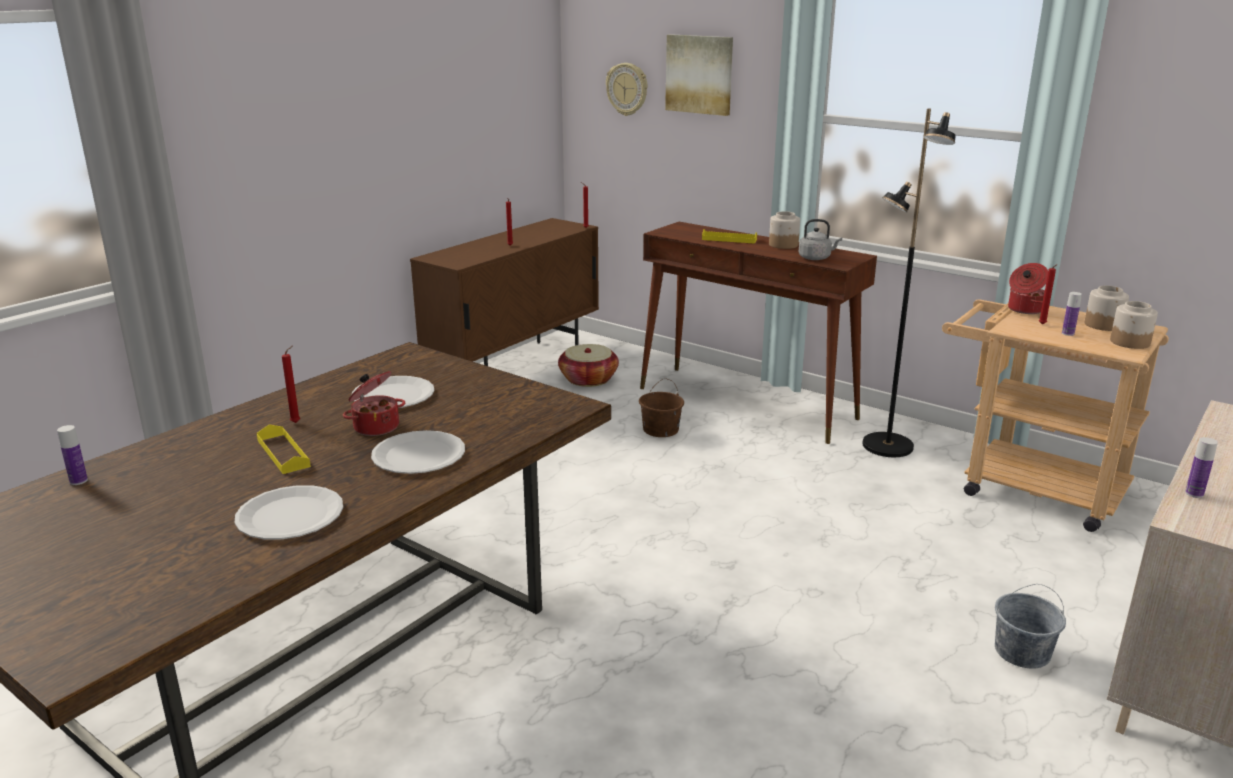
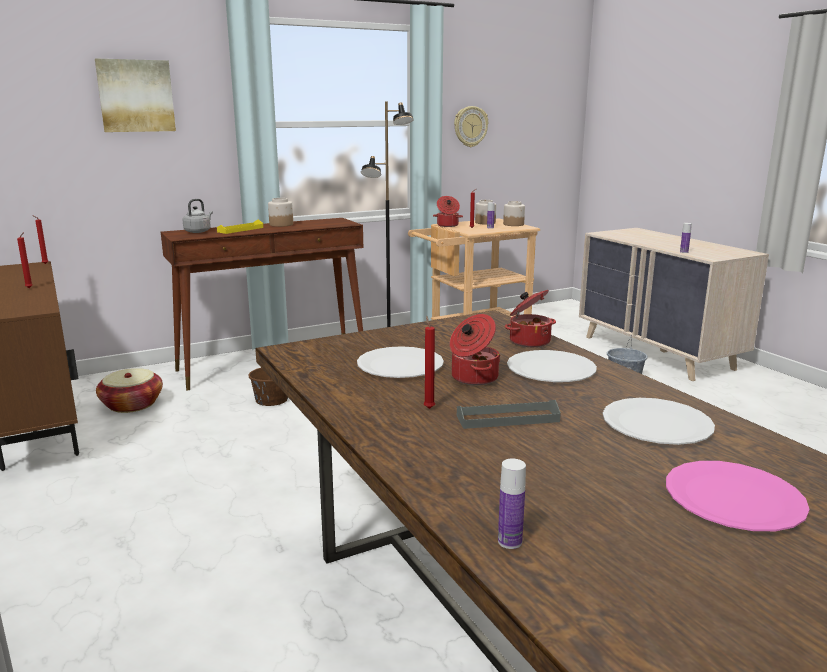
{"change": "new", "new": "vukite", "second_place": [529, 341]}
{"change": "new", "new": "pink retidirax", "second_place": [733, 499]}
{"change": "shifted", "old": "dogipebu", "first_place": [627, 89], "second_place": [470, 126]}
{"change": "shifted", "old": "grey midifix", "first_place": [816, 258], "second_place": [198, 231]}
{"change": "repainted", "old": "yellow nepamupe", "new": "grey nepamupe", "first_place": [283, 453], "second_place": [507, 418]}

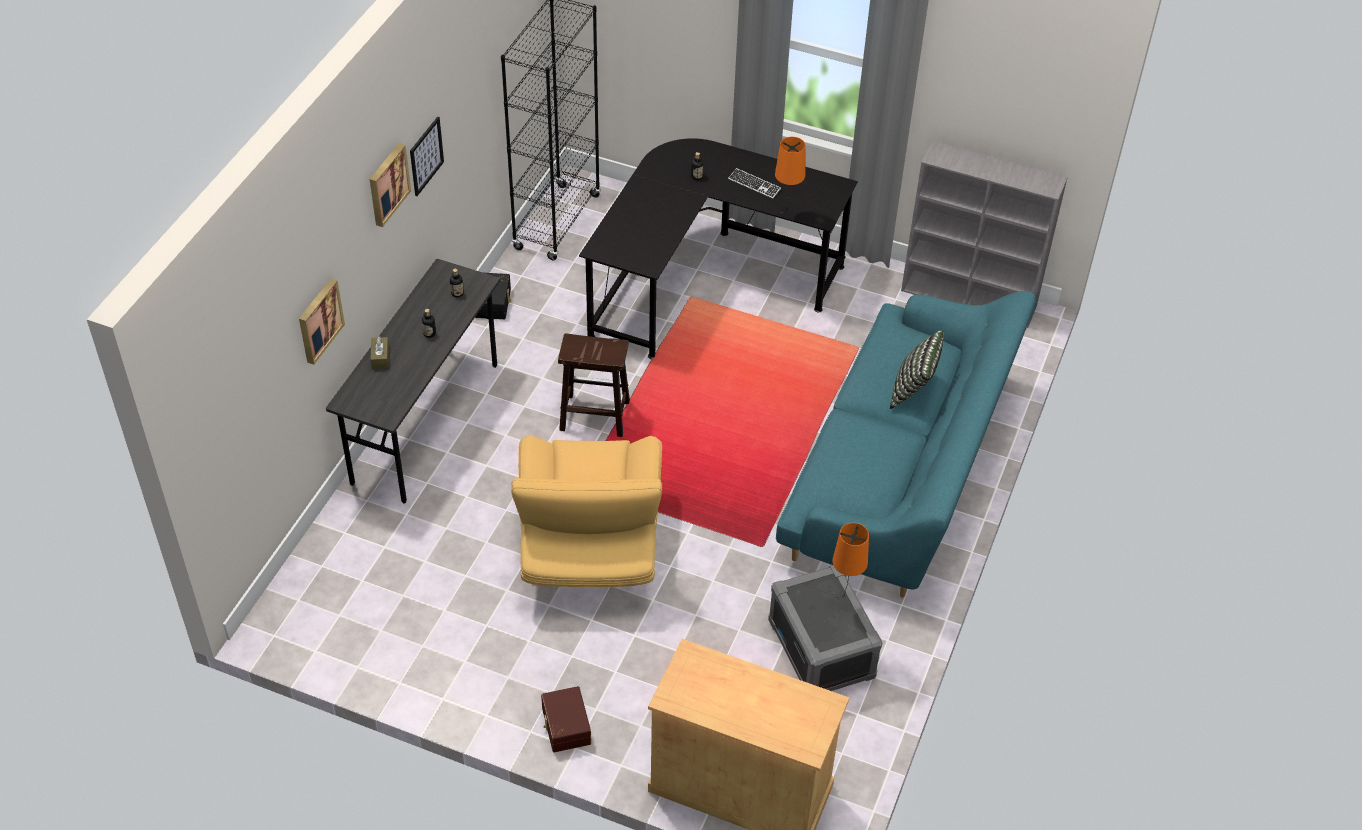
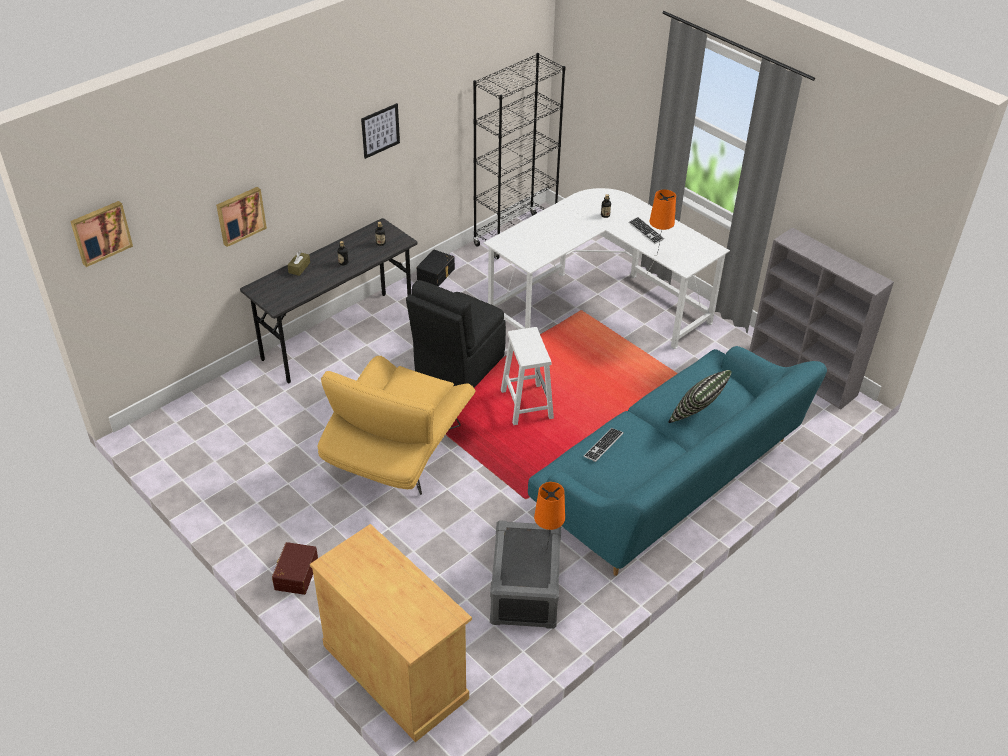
{"change": "new", "new": "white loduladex", "second_place": [526, 404]}
{"change": "new", "new": "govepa", "second_place": [603, 445]}
{"change": "shifted", "old": "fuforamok", "first_place": [387, 184], "second_place": [100, 232]}
{"change": "swapped", "old": "brown loduladex", "new": "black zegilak", "first_place": [593, 415], "second_place": [458, 368]}
{"change": "repainted", "old": "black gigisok", "new": "white gigisok", "first_place": [705, 281], "second_place": [598, 303]}

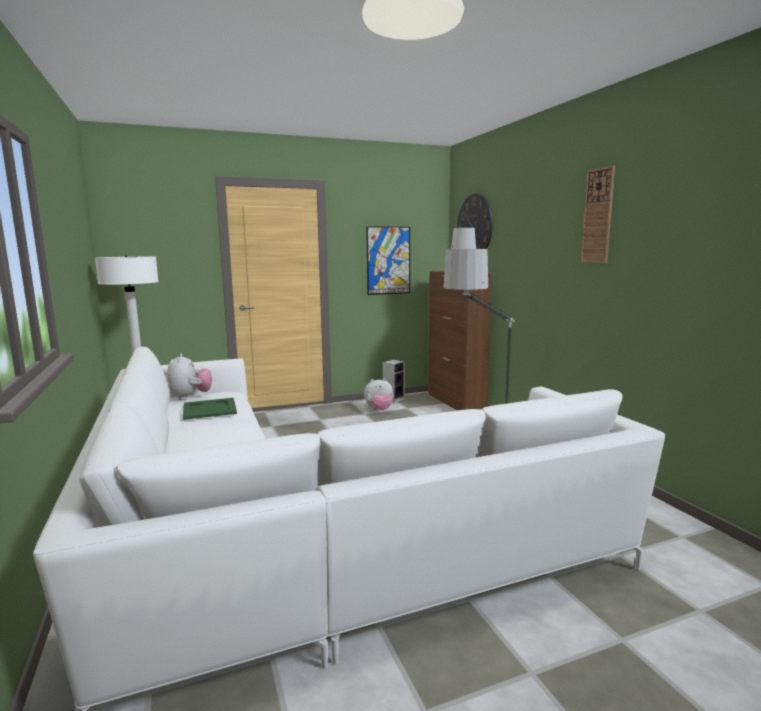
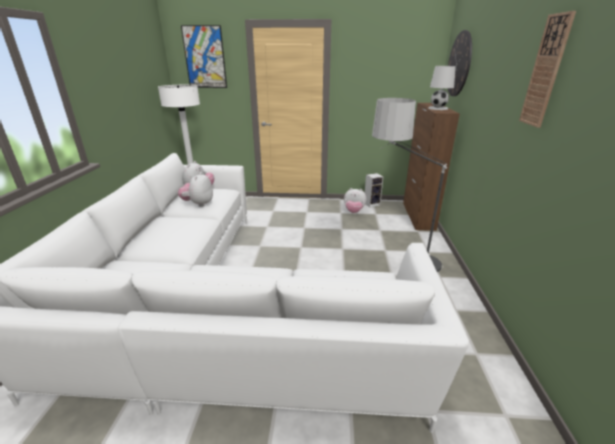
{"change": "shifted", "old": "fuforamok", "first_place": [388, 260], "second_place": [204, 57]}
{"change": "swapped", "old": "green nepamupe", "new": "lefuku", "first_place": [210, 409], "second_place": [198, 204]}

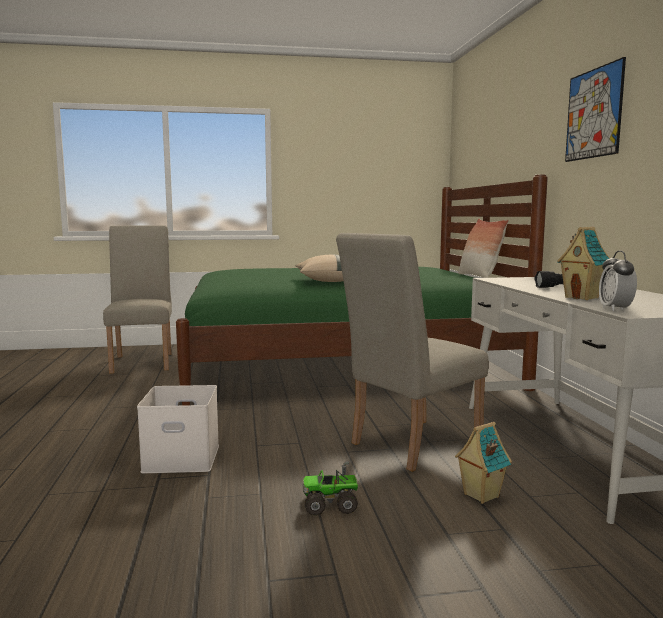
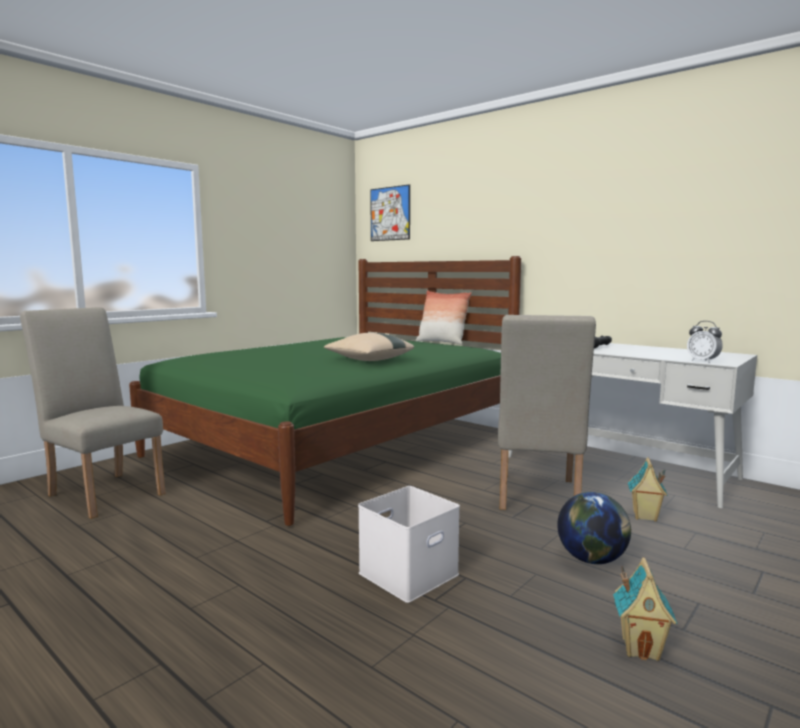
{"change": "shifted", "old": "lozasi", "first_place": [582, 297], "second_place": [641, 648]}
{"change": "shifted", "old": "fuforamok", "first_place": [594, 113], "second_place": [390, 213]}
{"change": "swapped", "old": "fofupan", "new": "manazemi", "first_place": [330, 504], "second_place": [592, 559]}

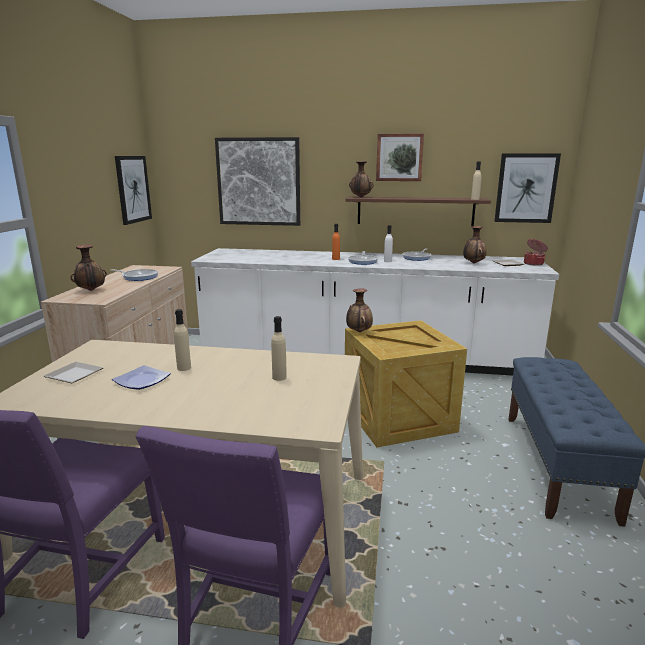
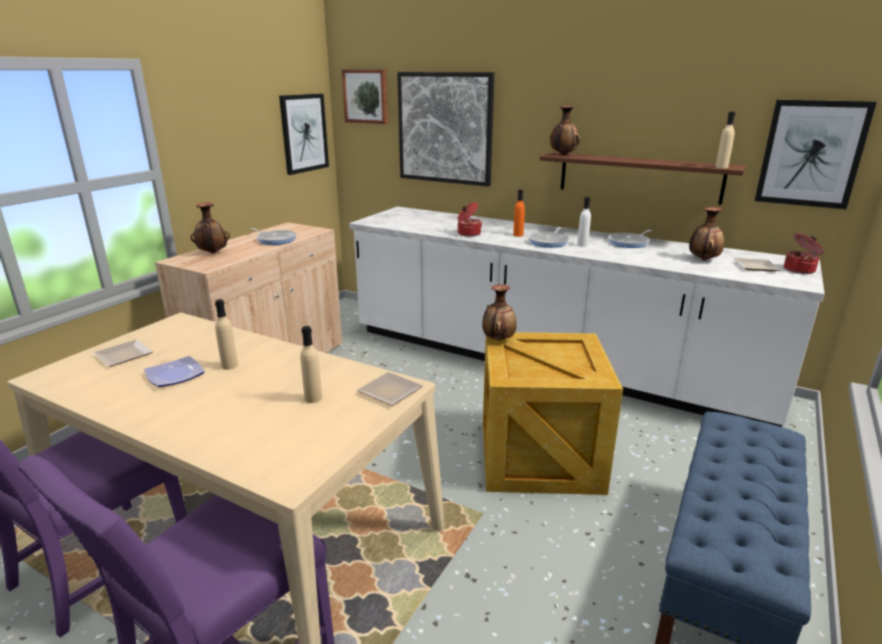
{"change": "new", "new": "retidirax", "second_place": [390, 393]}
{"change": "new", "new": "vukite", "second_place": [468, 234]}
{"change": "shifted", "old": "fuforamok", "first_place": [399, 157], "second_place": [366, 96]}

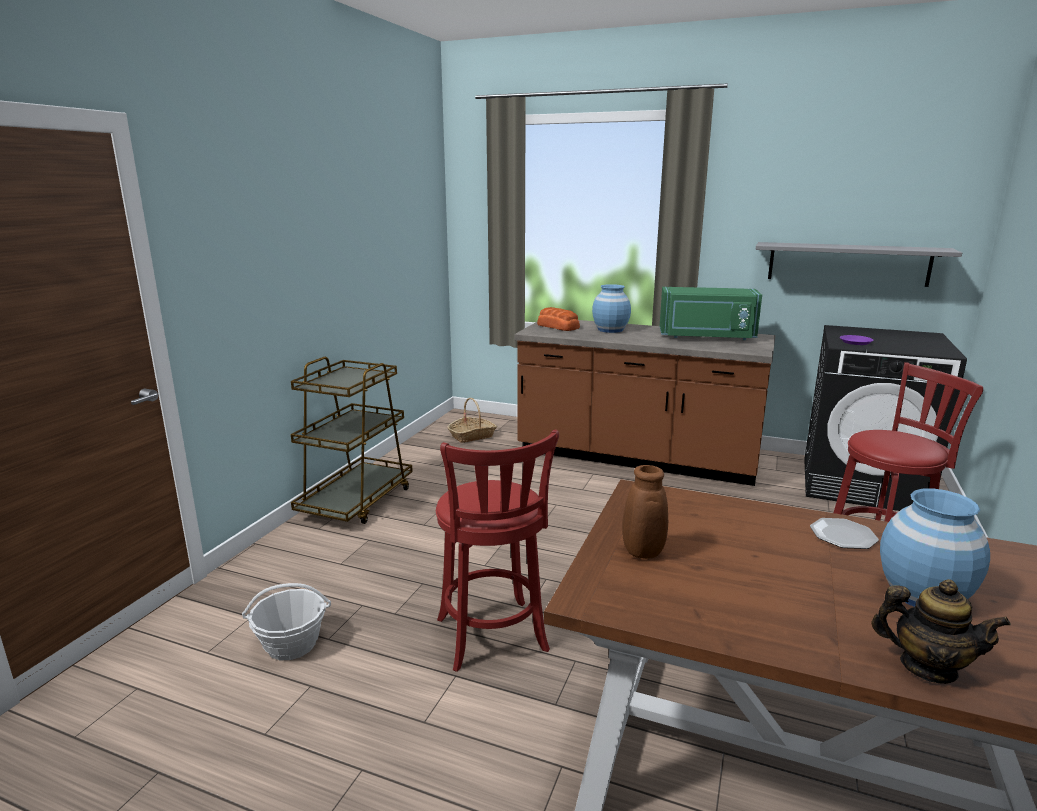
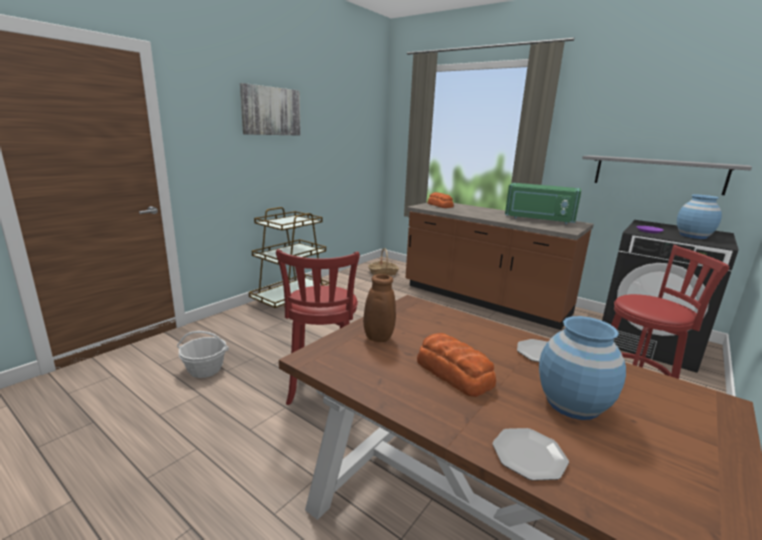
{"change": "new", "new": "fuforamok", "second_place": [271, 111]}
{"change": "new", "new": "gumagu", "second_place": [453, 372]}
{"change": "shifted", "old": "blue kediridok", "first_place": [610, 330], "second_place": [693, 236]}
{"change": "swapped", "old": "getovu", "new": "retidirax", "first_place": [927, 667], "second_place": [528, 455]}

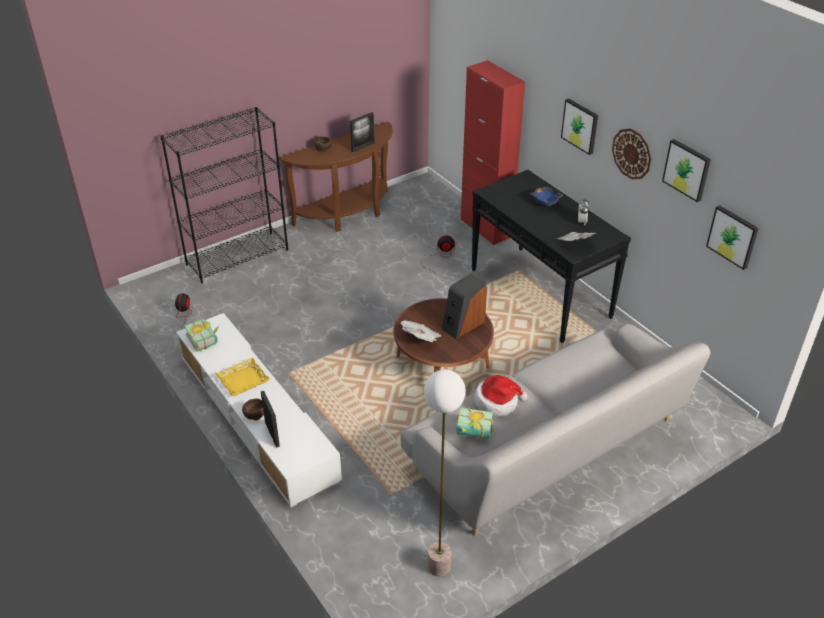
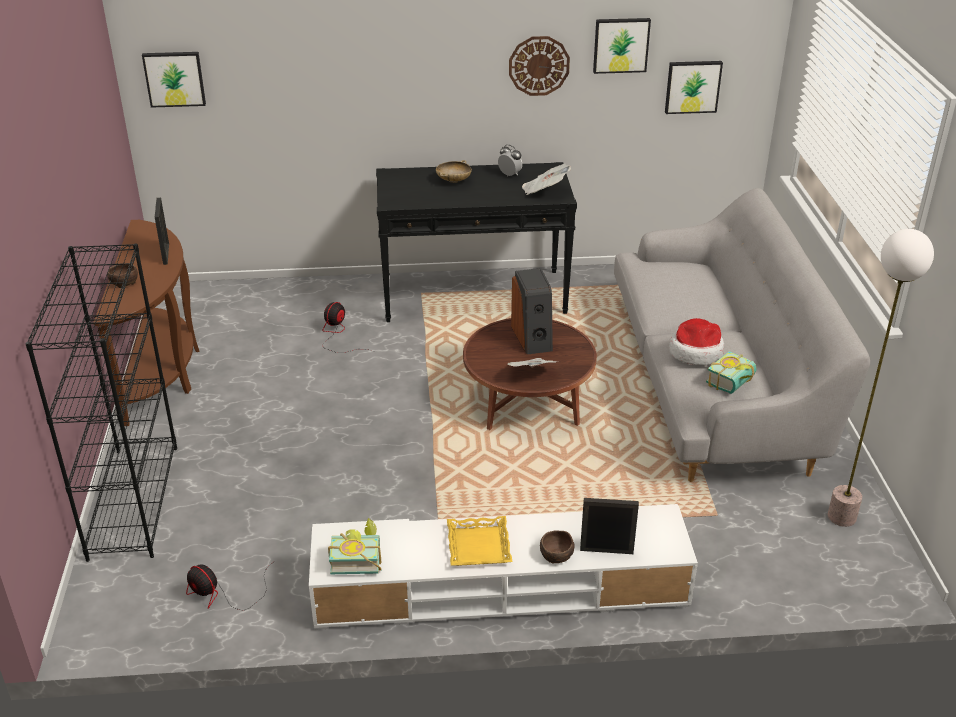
{"change": "gone", "old": "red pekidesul", "first_place": [485, 228]}
{"change": "shifted", "old": "fuforamok", "first_place": [580, 126], "second_place": [174, 78]}
{"change": "repainted", "old": "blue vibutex", "new": "beige vibutex", "first_place": [545, 203], "second_place": [453, 181]}

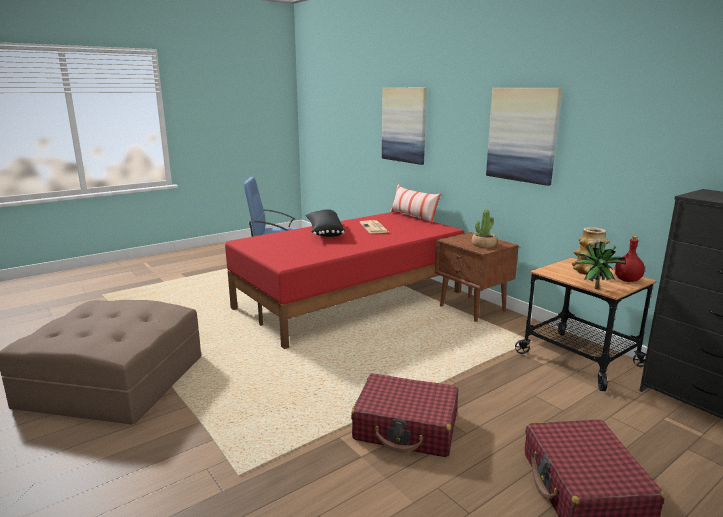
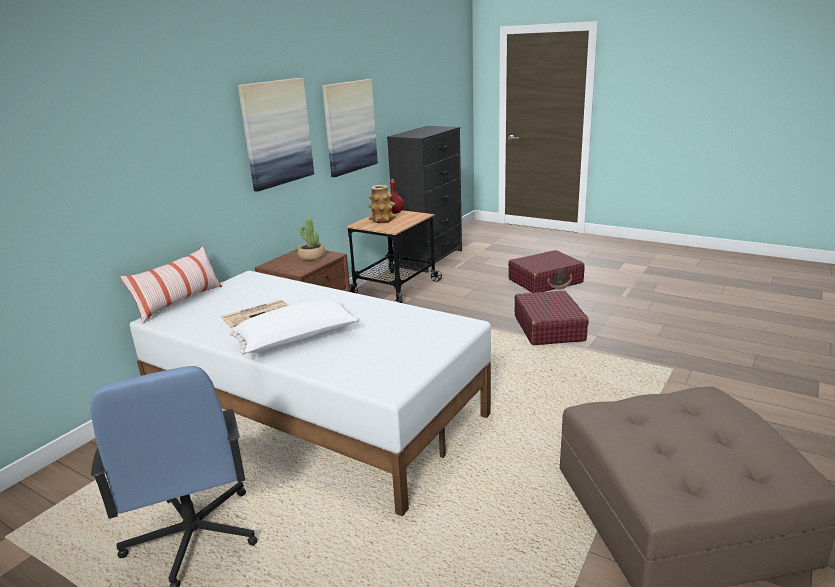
{"change": "gone", "old": "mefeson", "first_place": [594, 287]}
{"change": "shifted", "old": "fuforamok", "first_place": [404, 125], "second_place": [349, 127]}
{"change": "repainted", "old": "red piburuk", "new": "white piburuk", "first_place": [351, 300], "second_place": [315, 411]}
{"change": "repainted", "old": "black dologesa", "new": "white dologesa", "first_place": [324, 232], "second_place": [297, 340]}

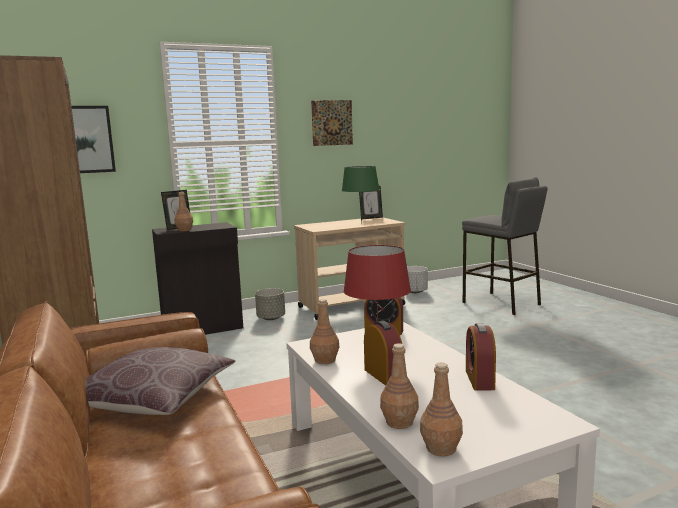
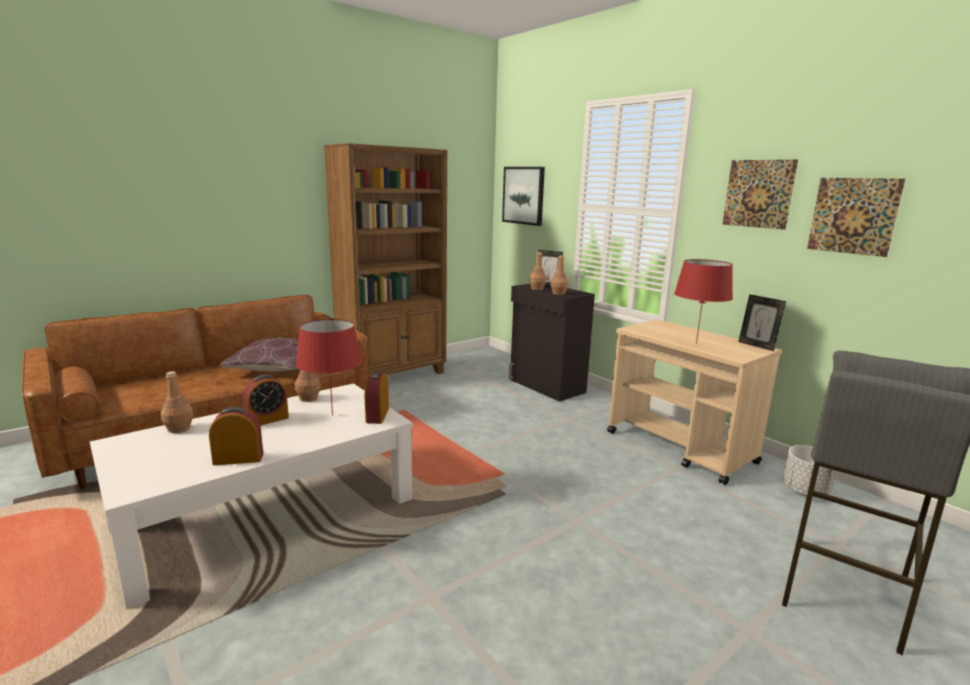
{"change": "gone", "old": "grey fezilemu", "first_place": [271, 318]}
{"change": "new", "new": "fuforamok", "second_place": [853, 216]}
{"change": "shifted", "old": "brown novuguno", "first_place": [441, 448], "second_place": [558, 293]}
{"change": "repainted", "old": "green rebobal", "new": "red rebobal", "first_place": [361, 224], "second_place": [696, 343]}

